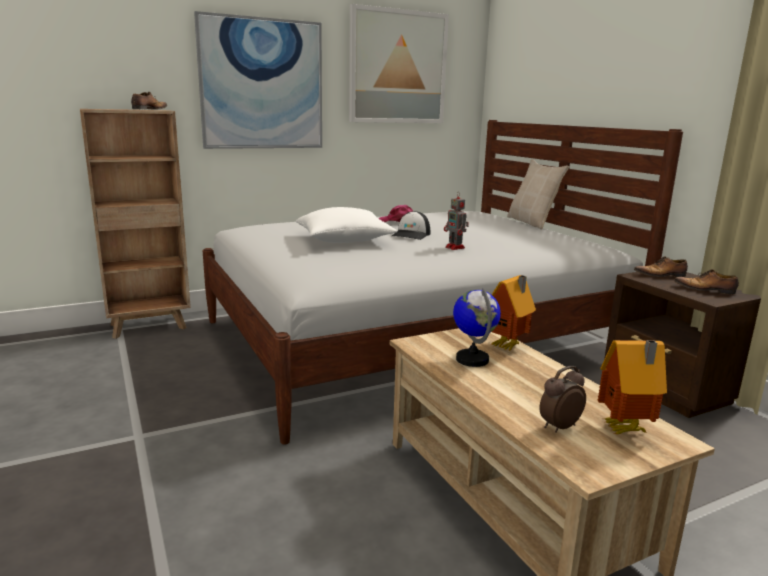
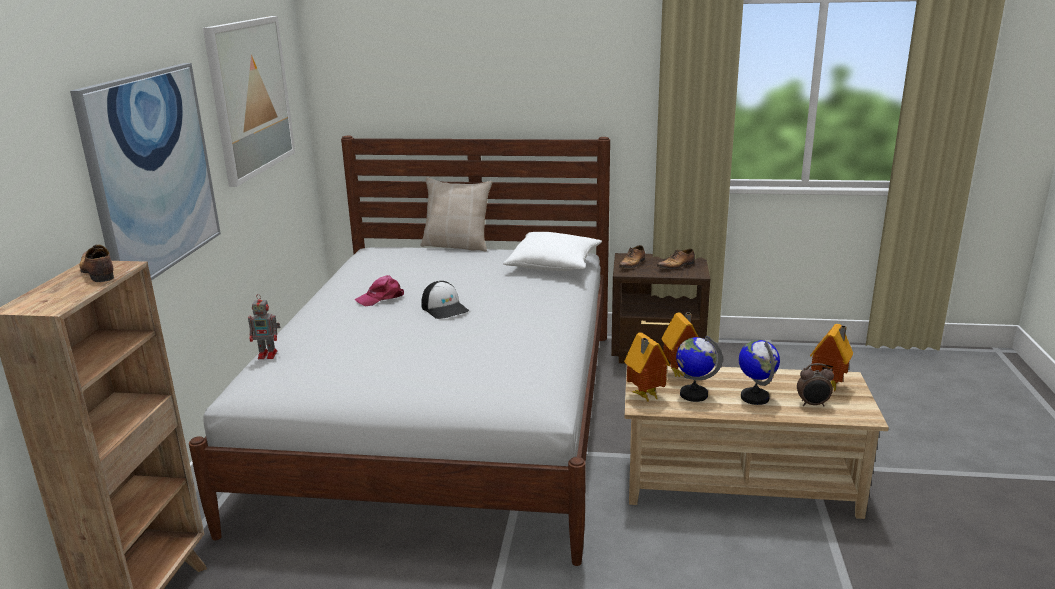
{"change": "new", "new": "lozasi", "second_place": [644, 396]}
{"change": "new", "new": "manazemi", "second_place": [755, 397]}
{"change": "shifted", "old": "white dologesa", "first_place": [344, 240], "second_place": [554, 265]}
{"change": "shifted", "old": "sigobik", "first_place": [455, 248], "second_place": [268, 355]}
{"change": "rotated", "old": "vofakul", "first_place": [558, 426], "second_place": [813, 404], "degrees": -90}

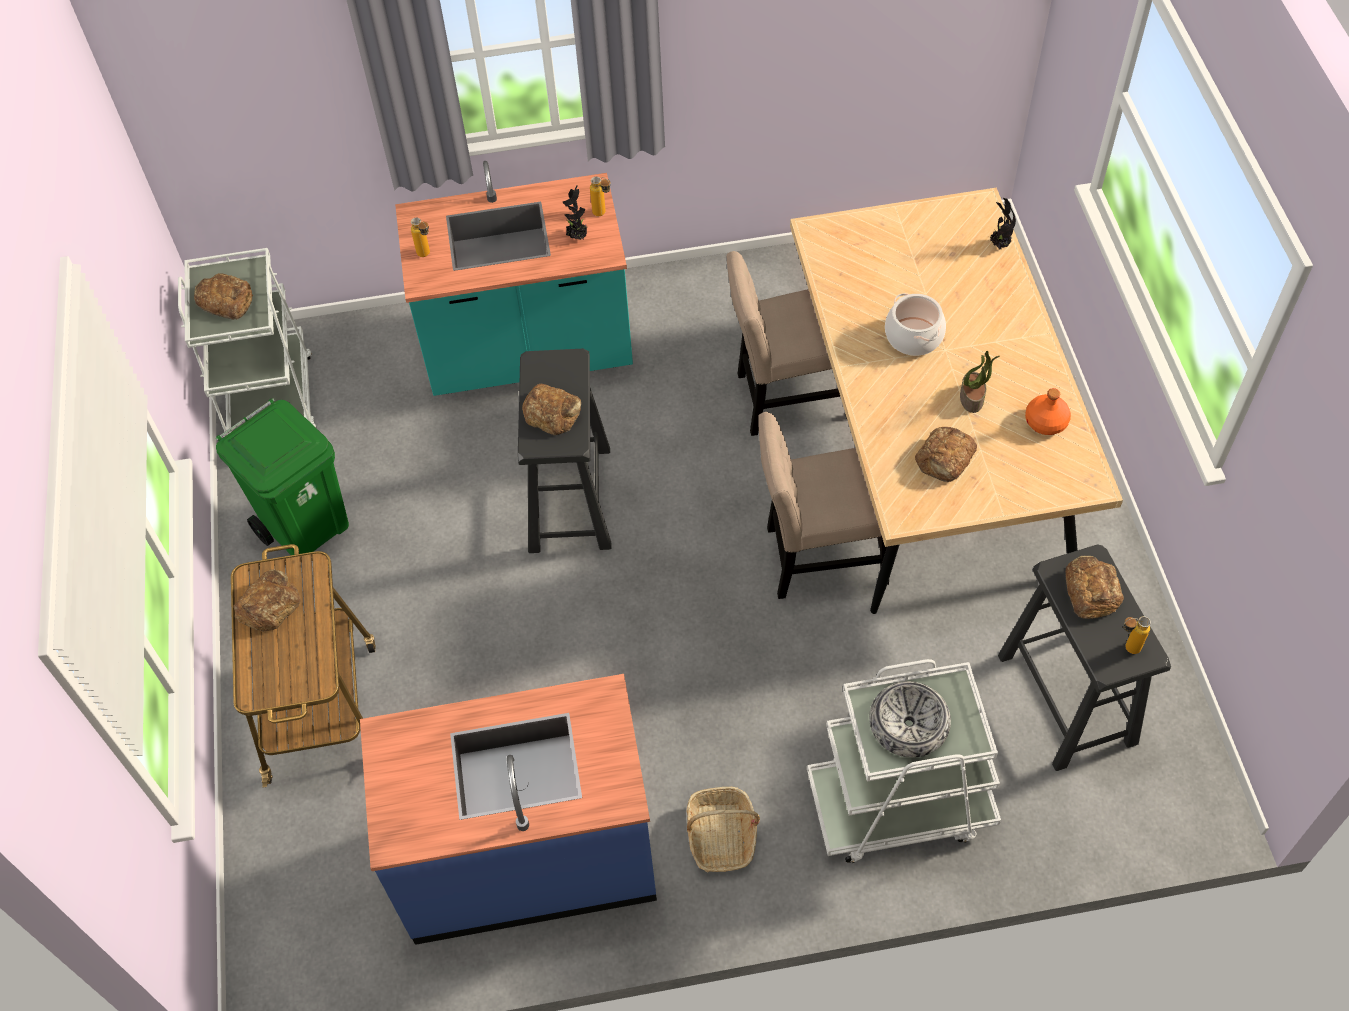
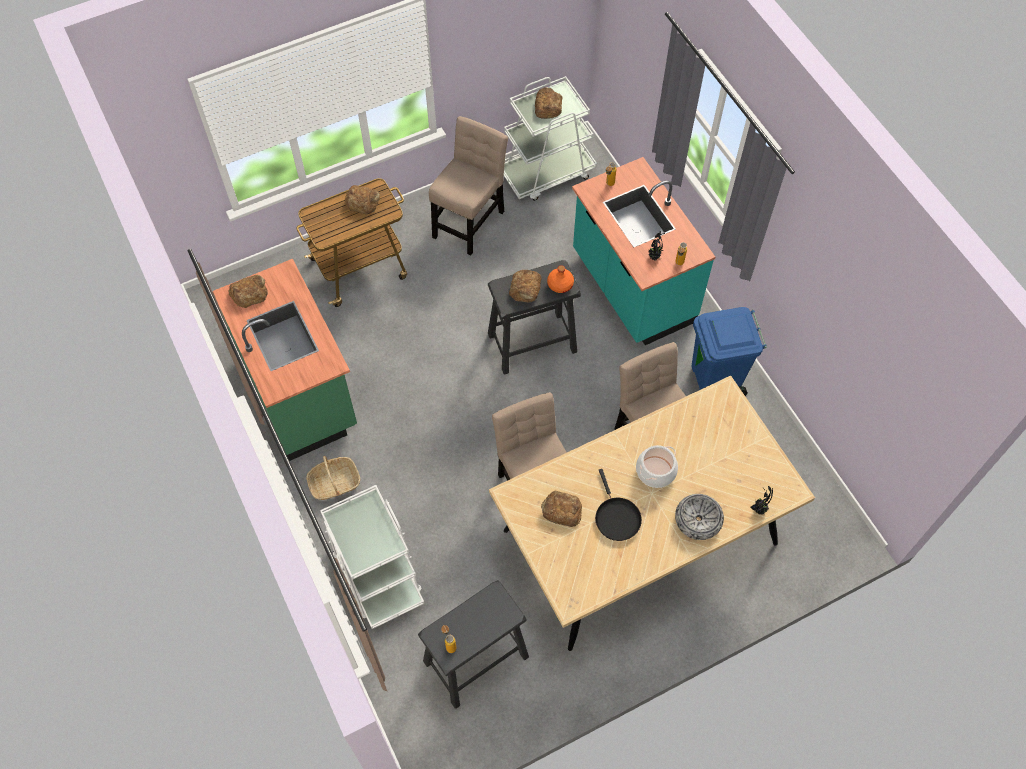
{"change": "new", "new": "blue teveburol", "second_place": [715, 380]}
{"change": "shifted", "old": "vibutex", "first_place": [909, 725], "second_place": [698, 519]}
{"change": "shifted", "old": "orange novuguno", "first_place": [1045, 421], "second_place": [560, 284]}
{"change": "shifted", "old": "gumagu", "first_place": [1091, 591], "second_place": [249, 293]}
{"change": "swapped", "old": "green teveburol", "new": "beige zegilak", "first_place": [308, 527], "second_place": [470, 220]}
{"change": "swapped", "old": "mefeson", "new": "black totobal", "first_place": [972, 398], "second_place": [616, 517]}
{"change": "repainted", "old": "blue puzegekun", "new": "green puzegekun", "first_place": [527, 855], "second_place": [300, 391]}

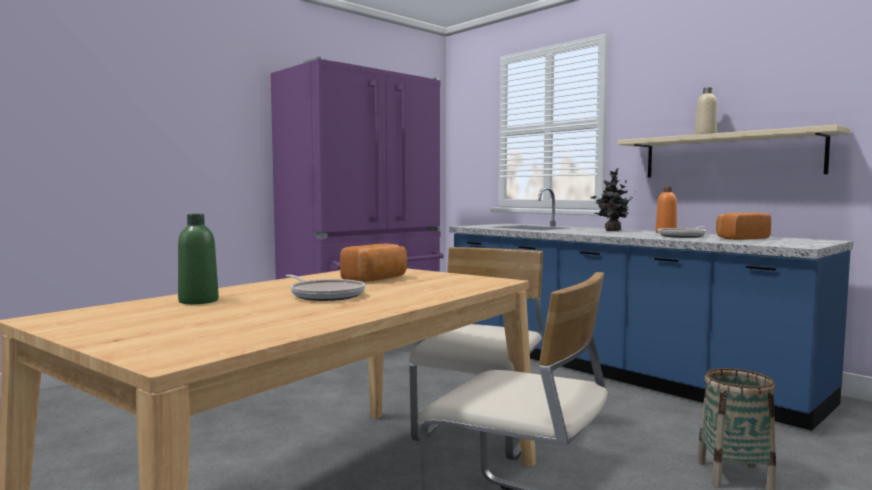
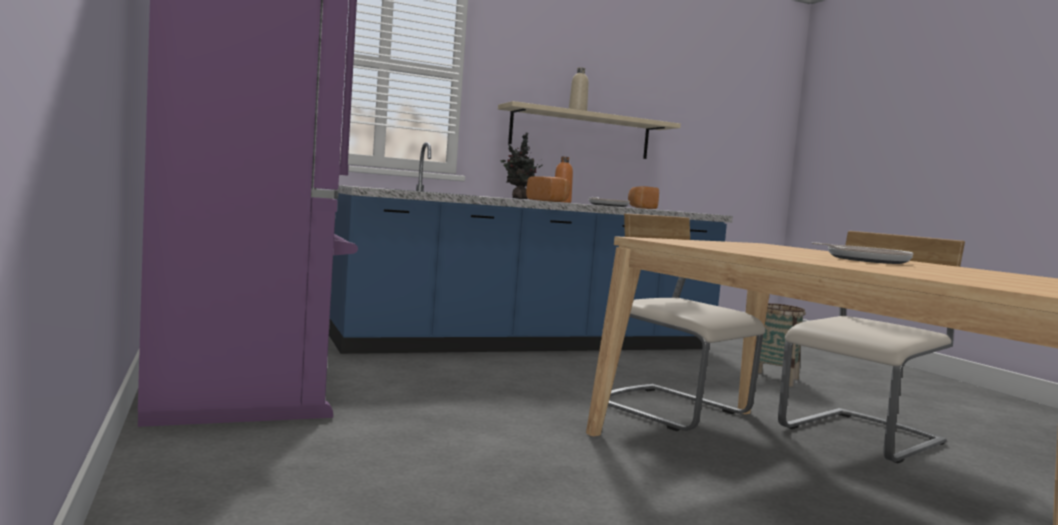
{"change": "gone", "old": "green novuguno", "first_place": [198, 301]}
{"change": "shifted", "old": "gumagu", "first_place": [377, 279], "second_place": [548, 201]}

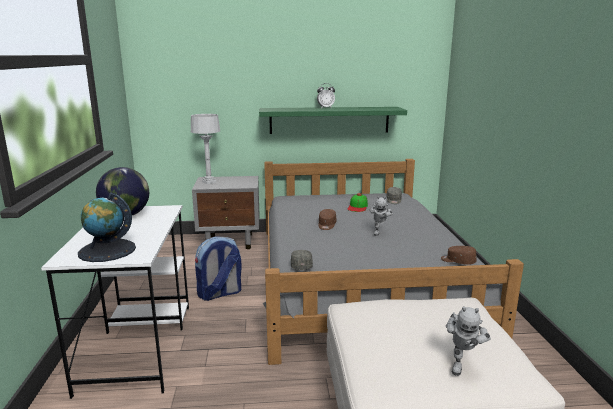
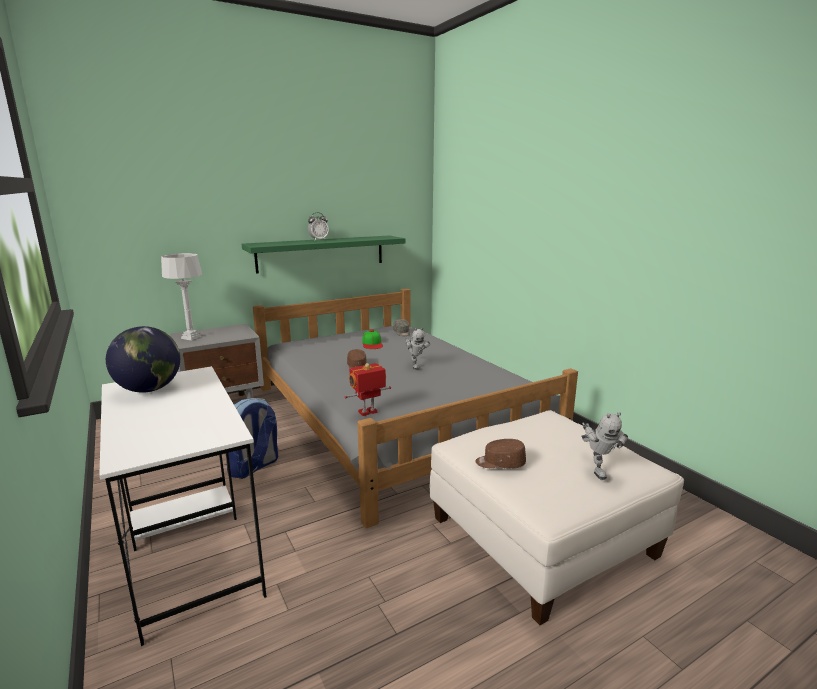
{"change": "gone", "old": "manazemi", "first_place": [107, 250]}
{"change": "shifted", "old": "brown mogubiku", "first_place": [458, 261], "second_place": [500, 463]}
{"change": "swapped", "old": "grey mogubiku", "new": "sigobik", "first_place": [301, 265], "second_place": [368, 412]}

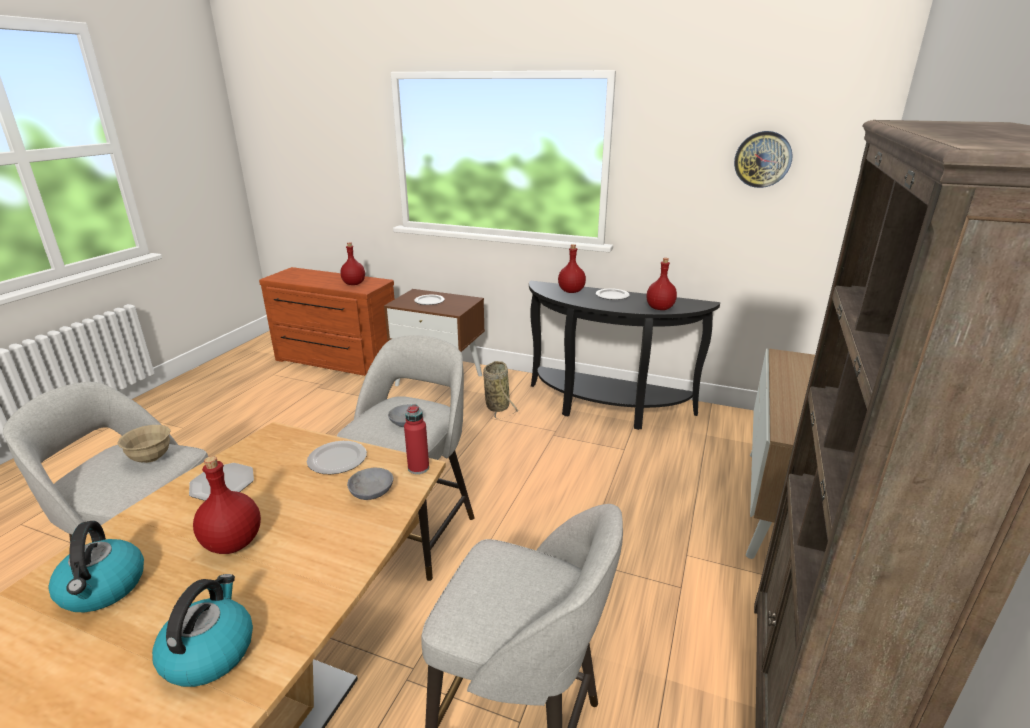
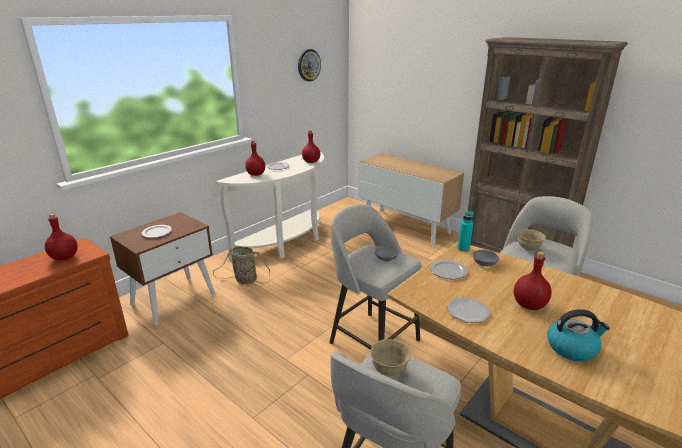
{"change": "gone", "old": "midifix", "first_place": [209, 652]}
{"change": "new", "new": "beige vibutex", "second_place": [528, 248]}
{"change": "repainted", "old": "red novuguno", "new": "turquoise novuguno", "first_place": [418, 468], "second_place": [463, 248]}
{"change": "repainted", "old": "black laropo", "new": "white laropo", "first_place": [606, 409], "second_place": [287, 243]}

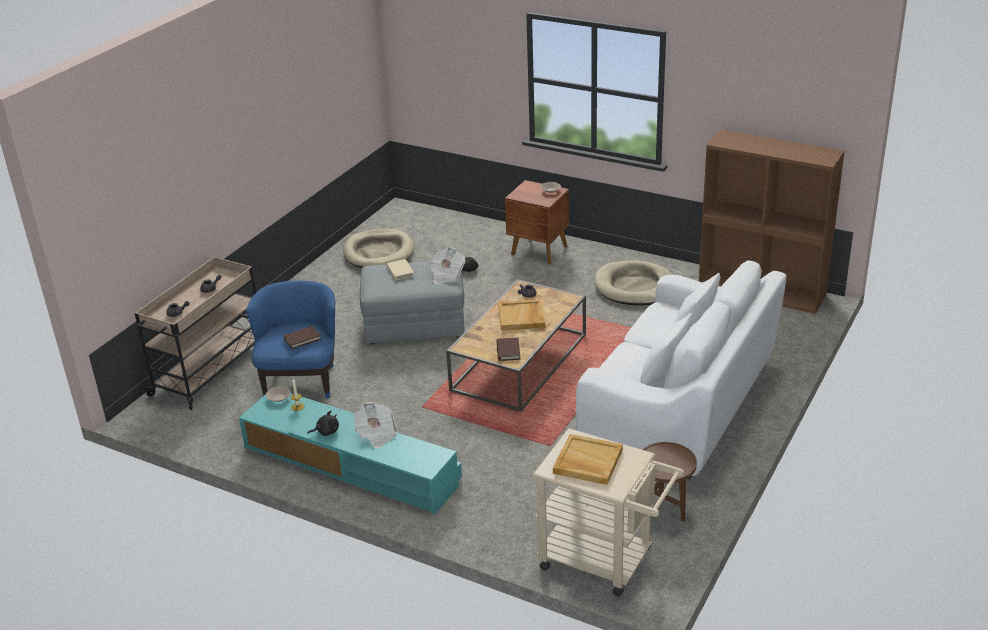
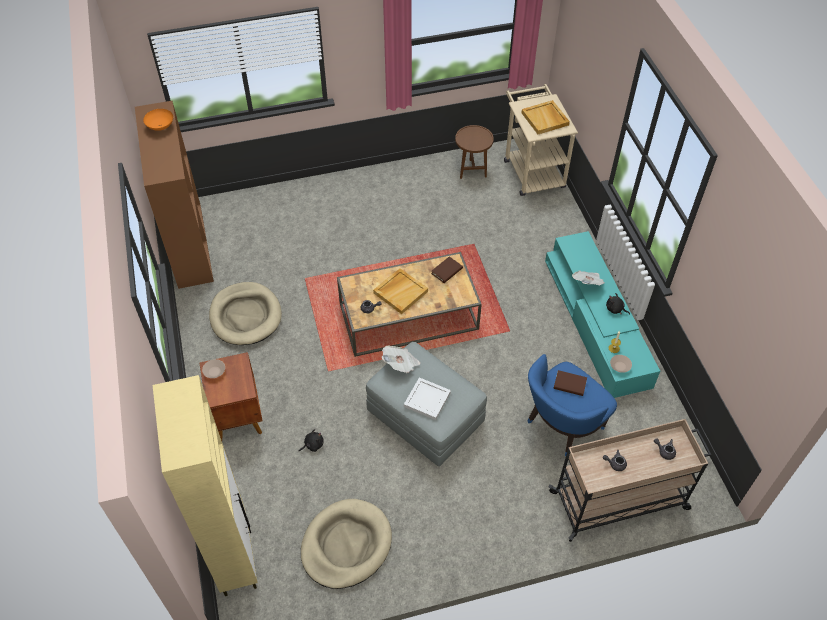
{"change": "gone", "old": "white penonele", "first_place": [680, 407]}
{"change": "new", "new": "orange vibutex", "second_place": [161, 126]}
{"change": "new", "new": "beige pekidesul", "second_place": [235, 555]}
{"change": "swapped", "old": "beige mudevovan", "new": "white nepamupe", "first_place": [400, 271], "second_place": [426, 400]}

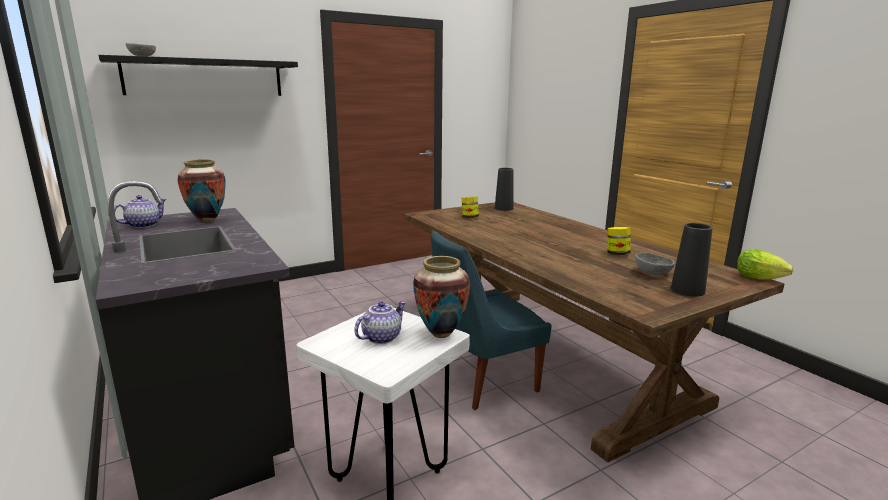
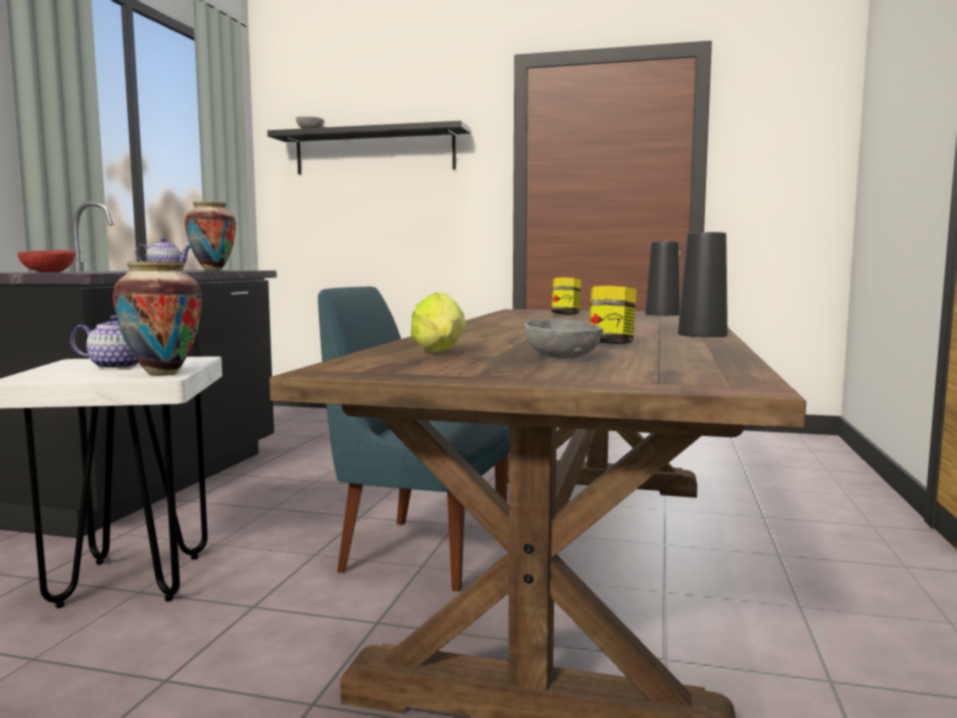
{"change": "new", "new": "red vibutex", "second_place": [48, 272]}
{"change": "shifted", "old": "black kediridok", "first_place": [687, 290], "second_place": [702, 334]}
{"change": "shifted", "old": "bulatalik", "first_place": [761, 279], "second_place": [440, 353]}

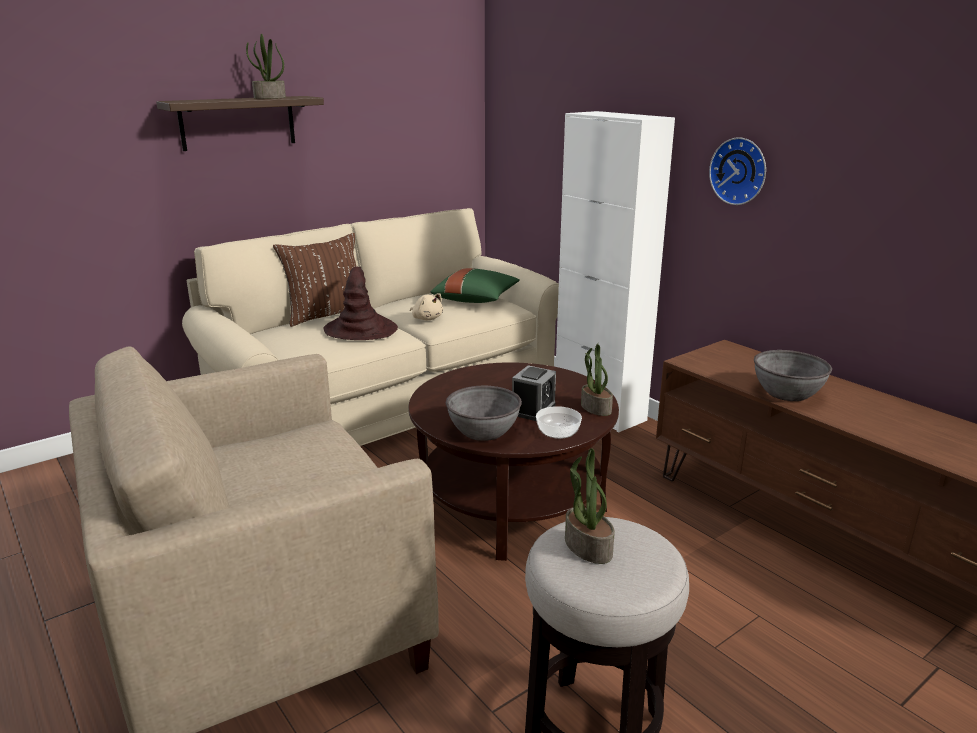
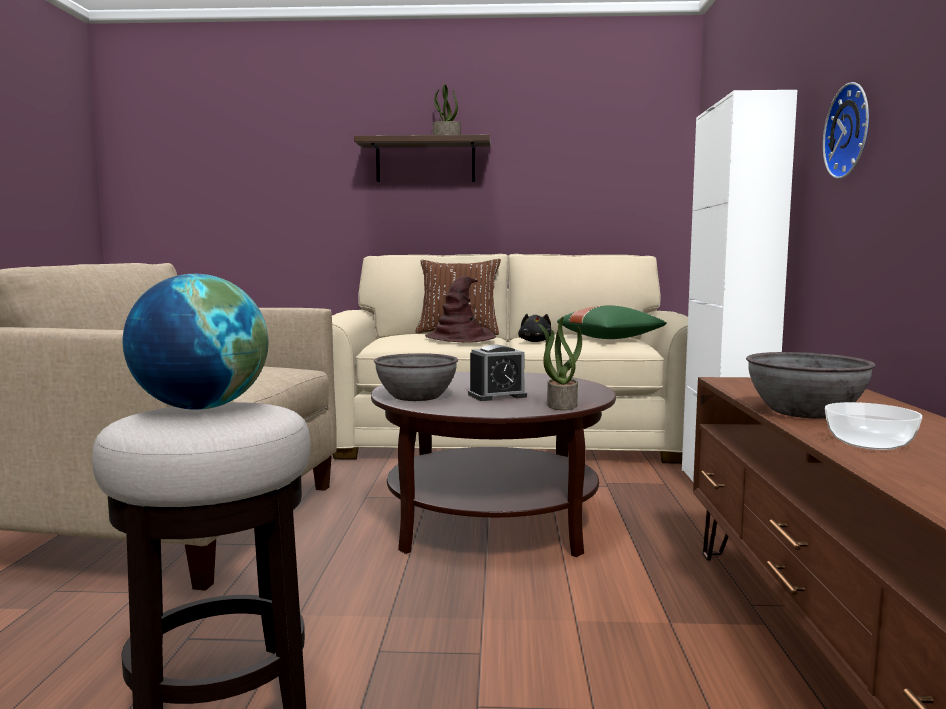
{"change": "shifted", "old": "vibutex", "first_place": [557, 432], "second_place": [868, 443]}
{"change": "swapped", "old": "mefeson", "new": "manazemi", "first_place": [586, 547], "second_place": [201, 408]}
{"change": "repainted", "old": "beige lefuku", "new": "black lefuku", "first_place": [426, 318], "second_place": [535, 341]}

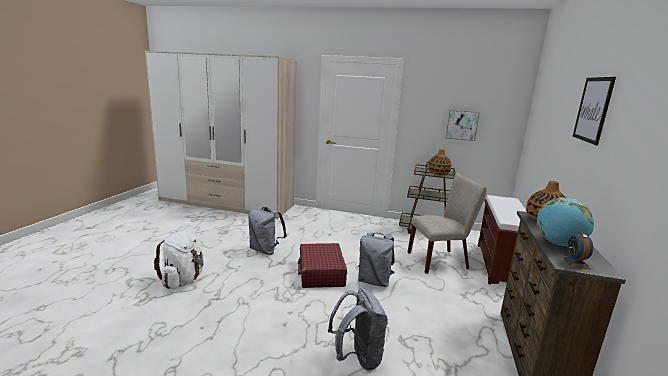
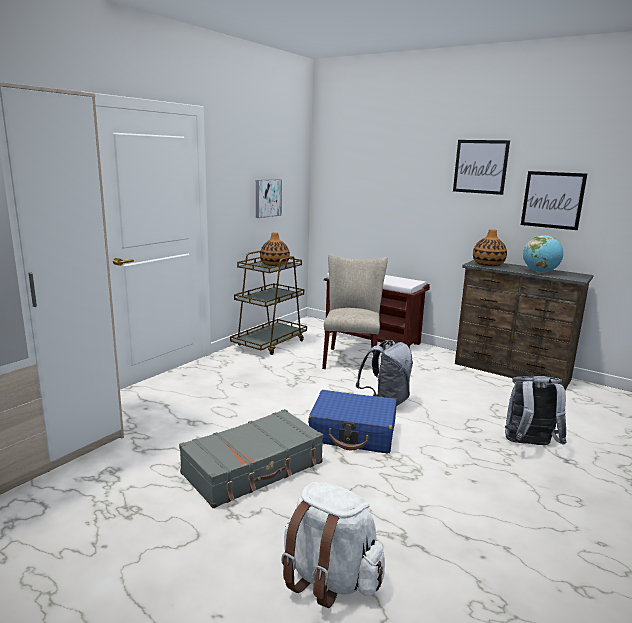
{"change": "gone", "old": "vofakul", "first_place": [575, 263]}
{"change": "new", "new": "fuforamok", "second_place": [552, 200]}
{"change": "swapped", "old": "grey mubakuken", "new": "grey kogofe", "first_place": [265, 250], "second_place": [254, 468]}
{"change": "repainted", "old": "red kogofe", "new": "blue kogofe", "first_place": [321, 273], "second_place": [353, 433]}

